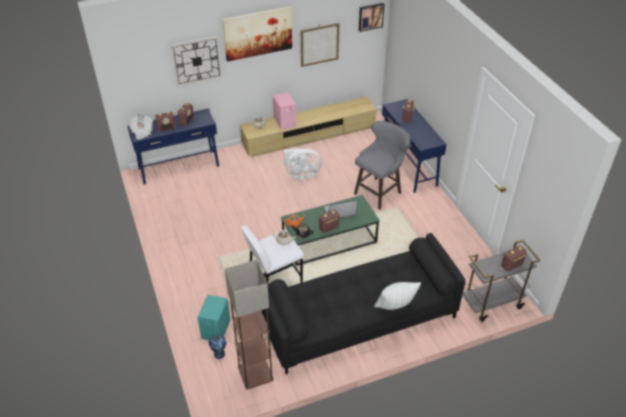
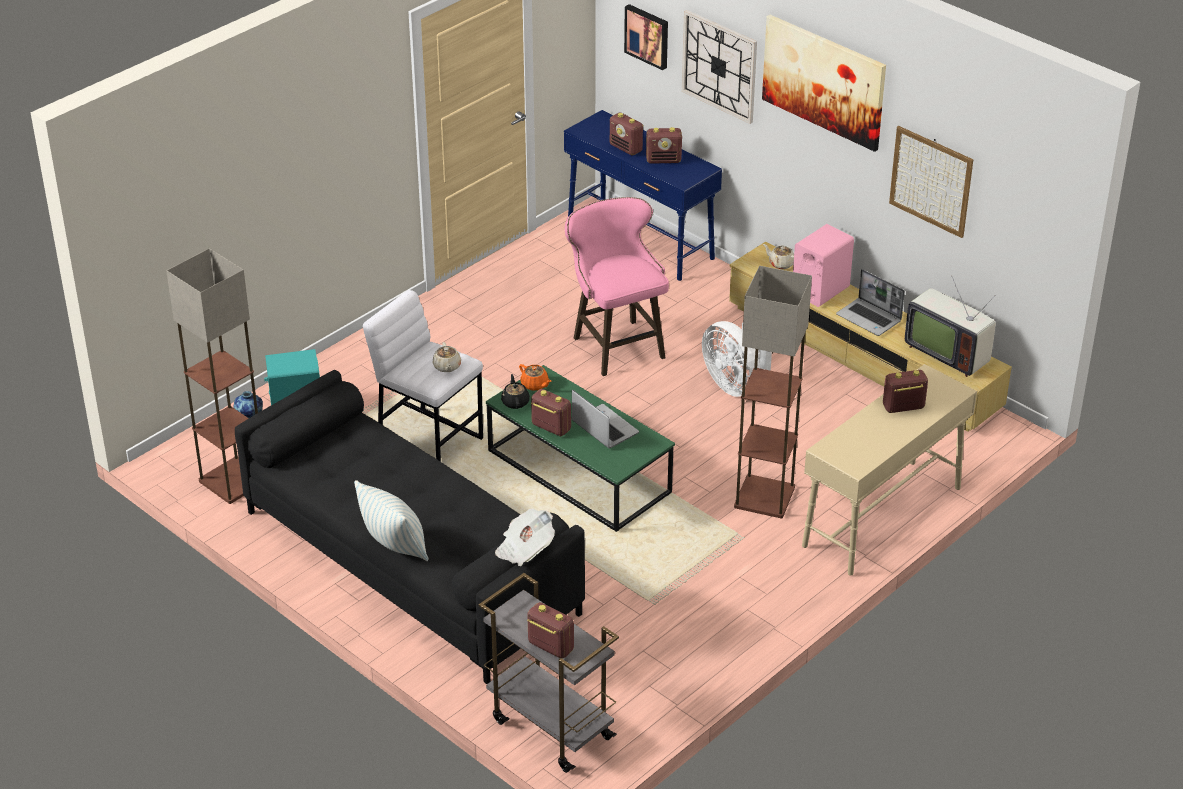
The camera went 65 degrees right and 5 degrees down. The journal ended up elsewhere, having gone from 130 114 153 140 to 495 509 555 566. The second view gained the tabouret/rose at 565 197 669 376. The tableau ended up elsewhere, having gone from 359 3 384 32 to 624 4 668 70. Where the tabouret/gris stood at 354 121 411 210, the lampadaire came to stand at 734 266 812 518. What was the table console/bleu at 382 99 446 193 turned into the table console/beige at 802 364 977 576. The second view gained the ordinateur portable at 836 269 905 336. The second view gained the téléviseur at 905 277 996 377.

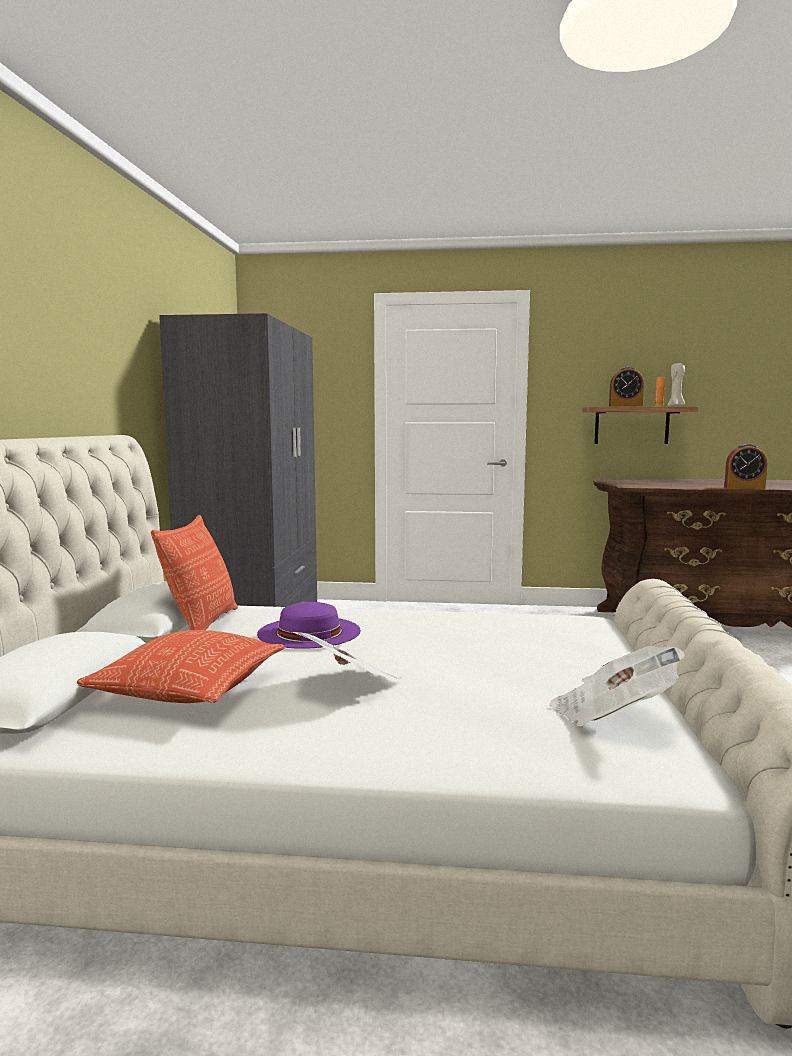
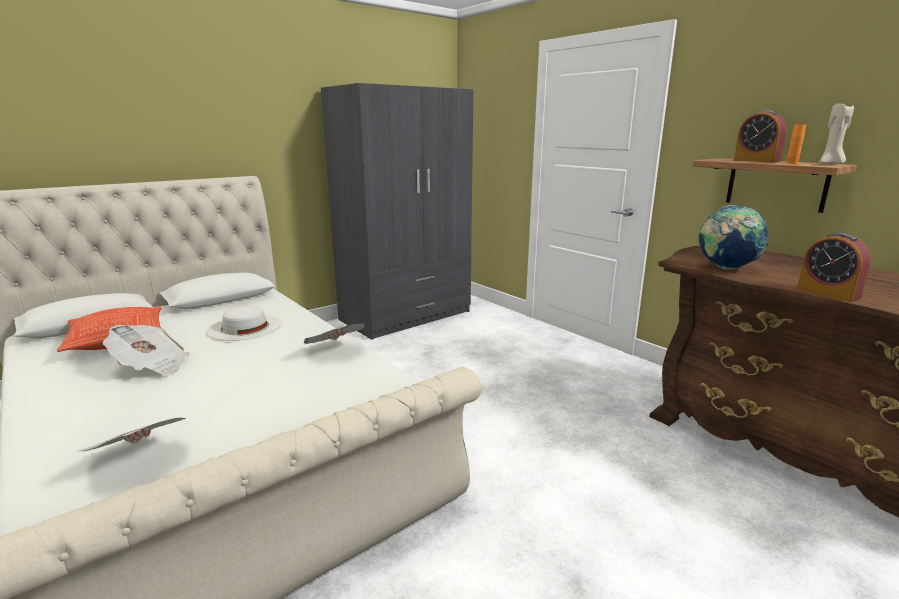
The camera went 45 degrees right and 10 degrees up. What was the chapeau/violet at 257 602 361 649 turned into the chapeau/blanc at 207 306 282 341. The second view gained the journal at 303 323 364 344. The second view gained the globe at 699 205 769 270. The second view lost the coussin/orange at 151 515 238 630.

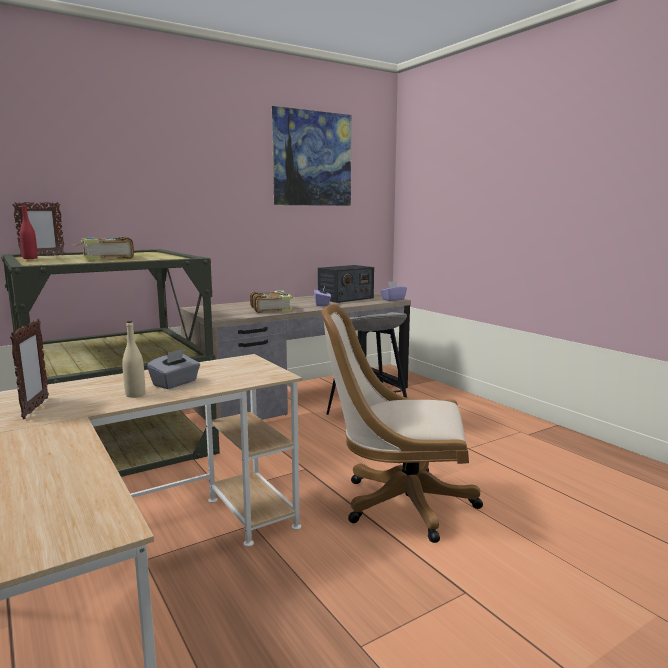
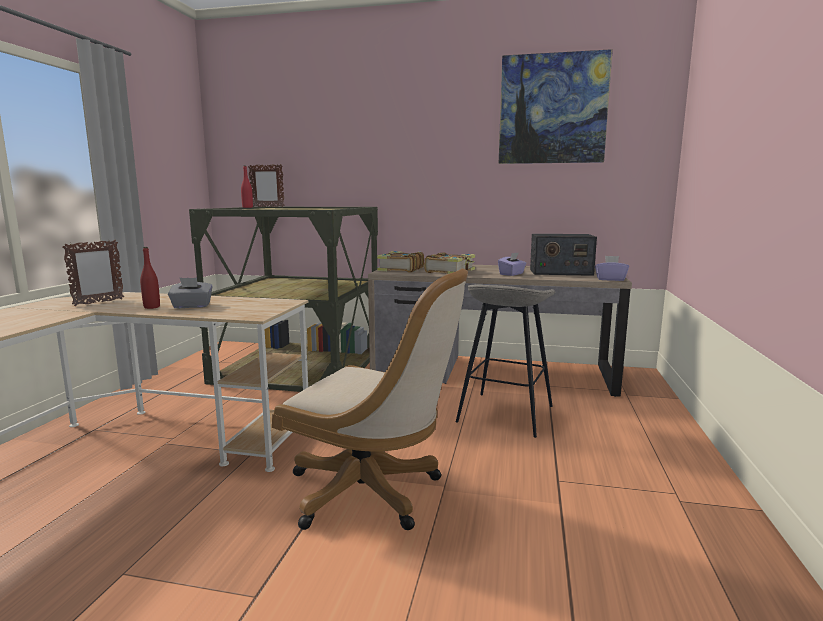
The camera went 45 degrees right and 0 degrees up. What was the bouteille/beige at 122 321 145 398 turned into the bouteille/rouge at 140 247 160 309. The chaise de bureau at 322 304 483 543 ended up facing another way, 150 degrees clockwise from before. The livre ended up elsewhere, having gone from 73 236 134 260 to 377 251 424 273.

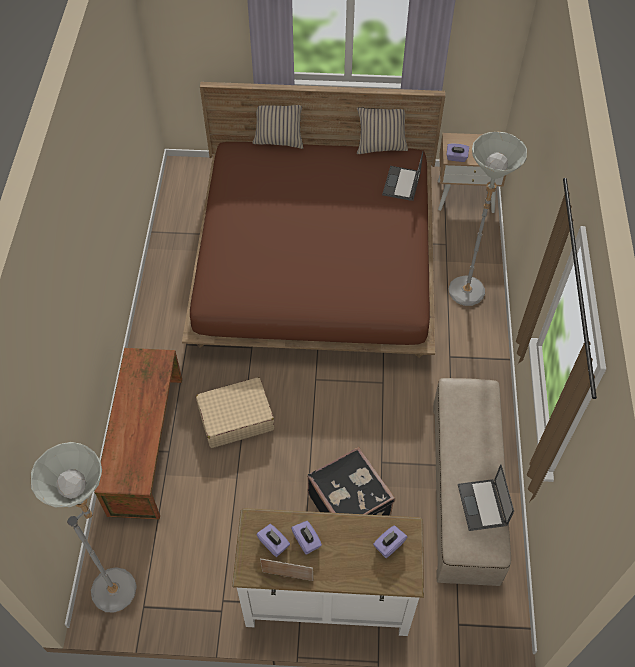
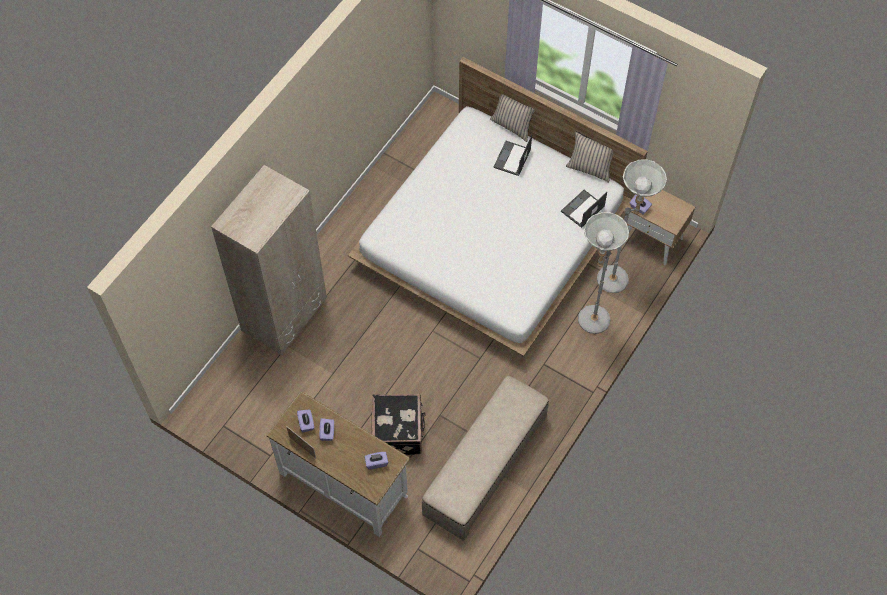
The camera went 30 degrees right and 5 degrees up. Where the banc/marron stood at 94 348 182 520, the armoire/beige came to stand at 211 165 327 356. What was the lit/marron at 182 82 445 358 turned into the lit/blanc at 348 57 648 357. The ordinateur portable ended up elsewhere, having gone from 458 464 514 531 to 493 135 532 176. The lampadaire/gris ended up elsewhere, having gone from 31 442 137 613 to 597 159 667 293. The second view lost the valise/beige at 196 377 274 448.

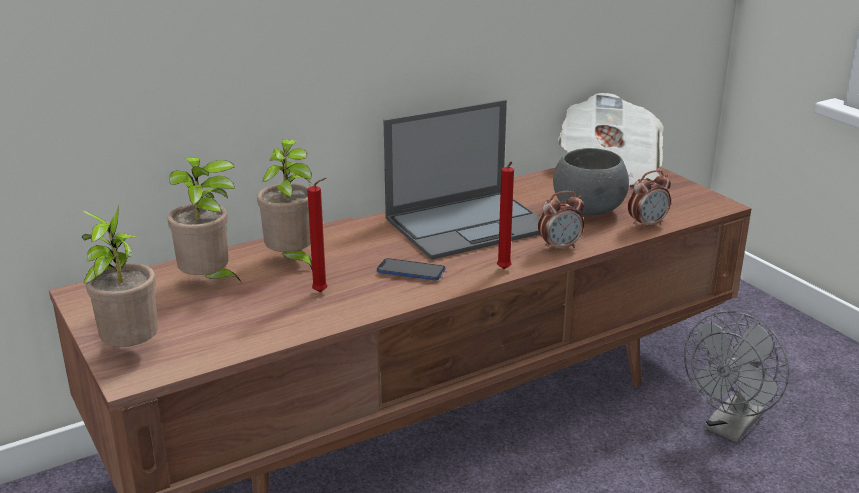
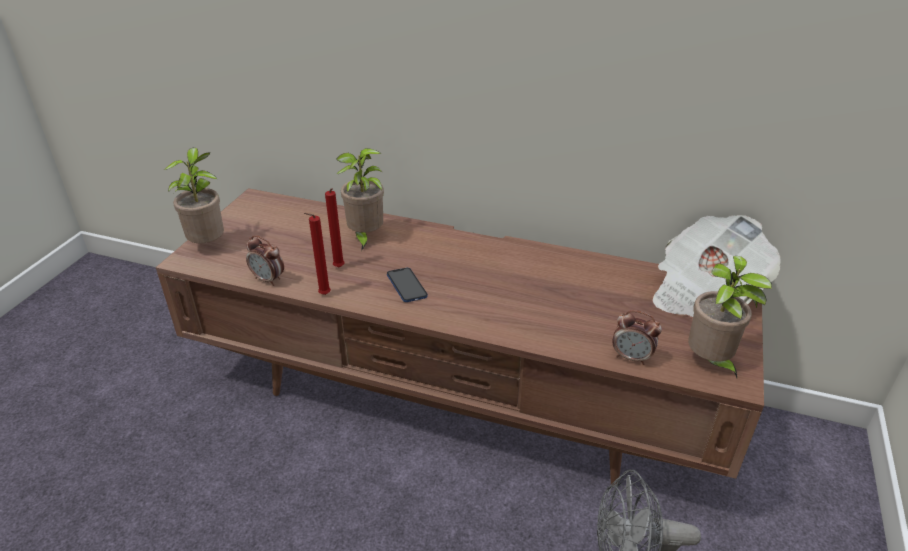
The camera went 50 degrees right and 10 degrees up. The réveil ended up elsewhere, having gone from 538 191 584 252 to 246 235 284 286. The bougie/rouge ended up elsewhere, having gone from 497 162 514 269 to 304 213 331 295. The plante en pot ended up elsewhere, having gone from 167 158 241 281 to 688 256 772 378. The second view lost the ordinateur portable at 384 100 540 260. The second view lost the bol/gris at 553 148 629 215.

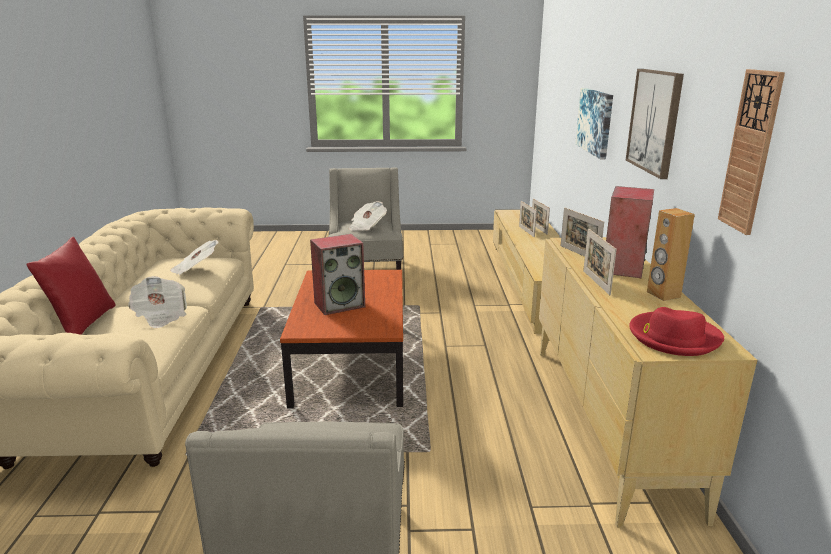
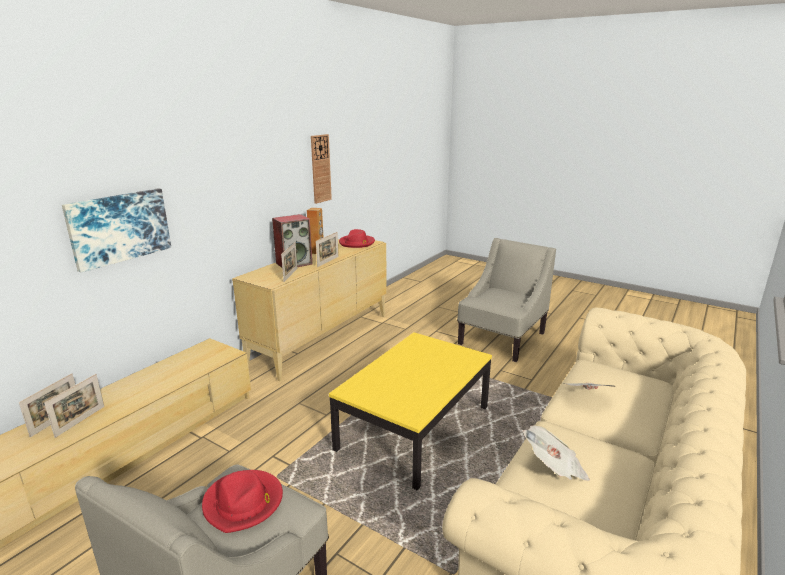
The camera went 145 degrees left and 0 degrees up. Where the journal stood at 348 201 387 231, the chapeau/rouge came to stand at 202 470 283 533. What was the table basse/marron at 280 270 403 409 turned into the table basse/jaune at 329 332 492 490. The second view lost the coussin/rouge at 26 237 115 335. The second view lost the enceinte at 310 234 365 315. The second view lost the tableau at 626 69 684 179.

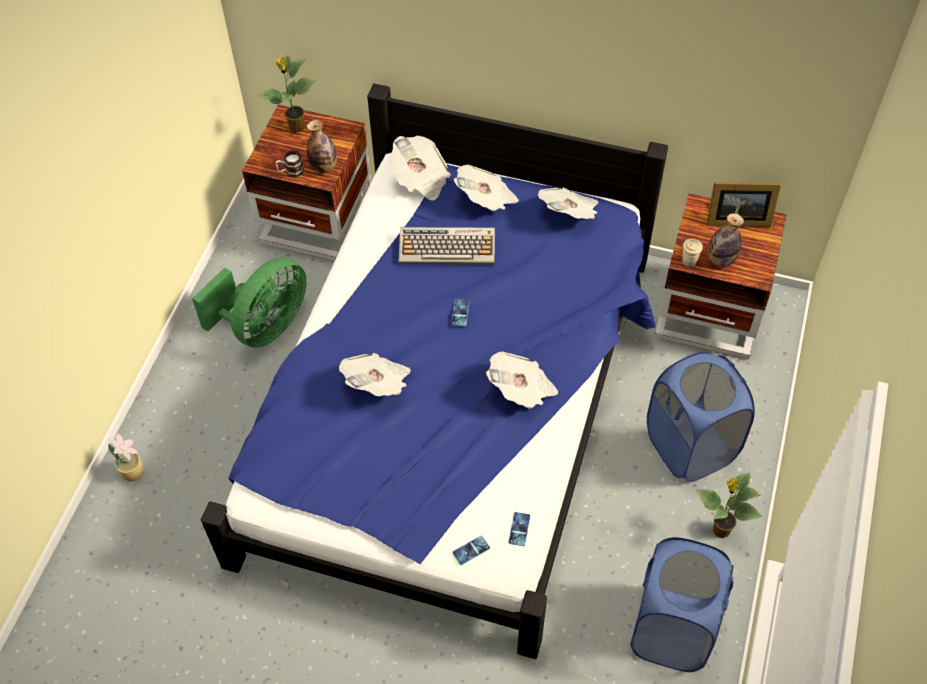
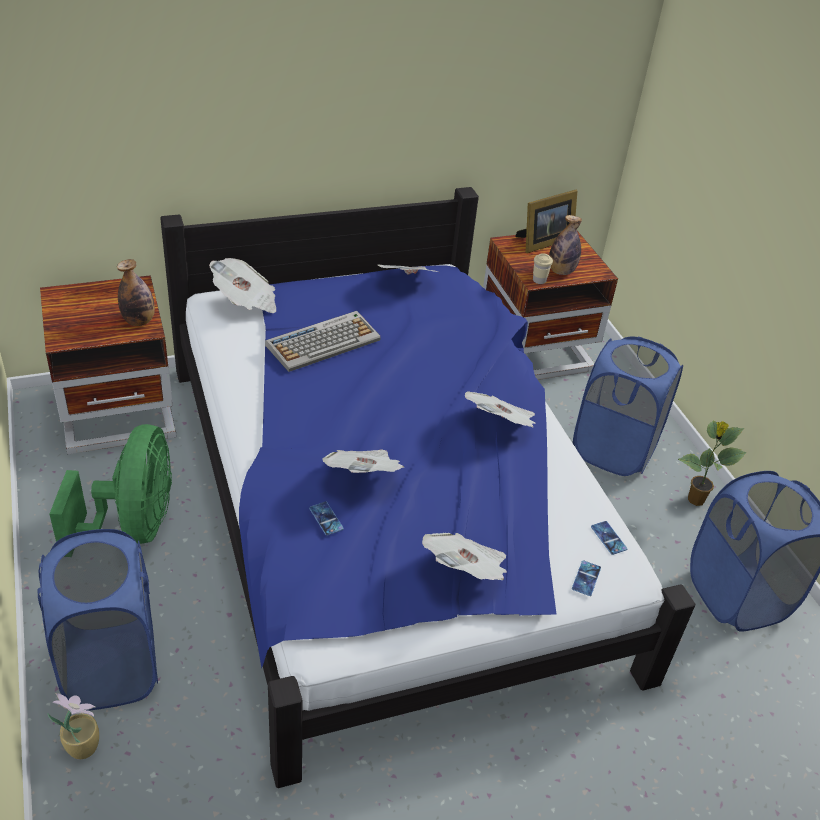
The camera went 40 degrees left and 15 degrees down. The second view gained the panier à linge/bleu at 37 529 158 711. The téléphone ended up elsewhere, having gone from 451 299 469 326 to 309 501 344 535. The journal ended up elsewhere, having gone from 453 165 519 211 to 422 533 507 580. The second view lost the plante en pot at 258 55 318 133. The second view lost the mug at 275 150 304 178.

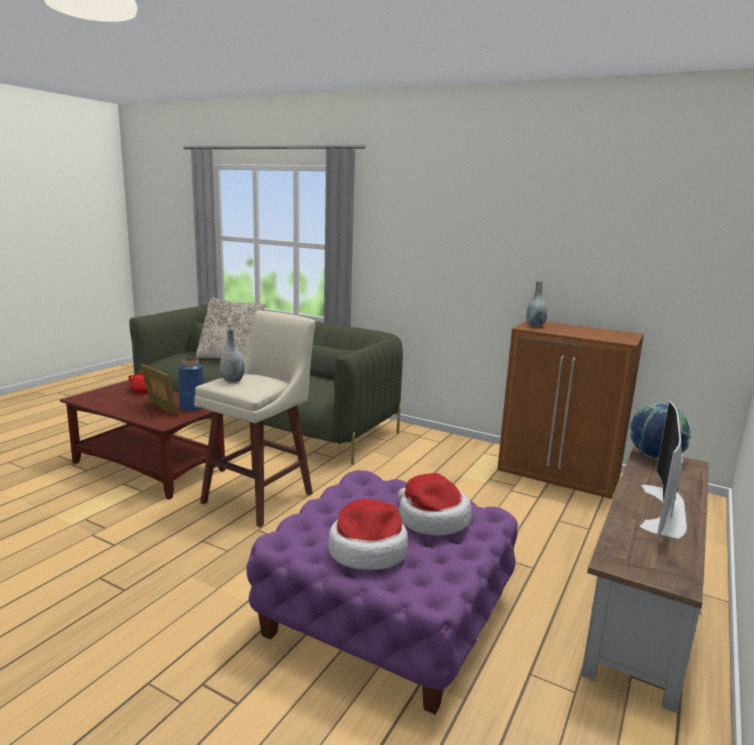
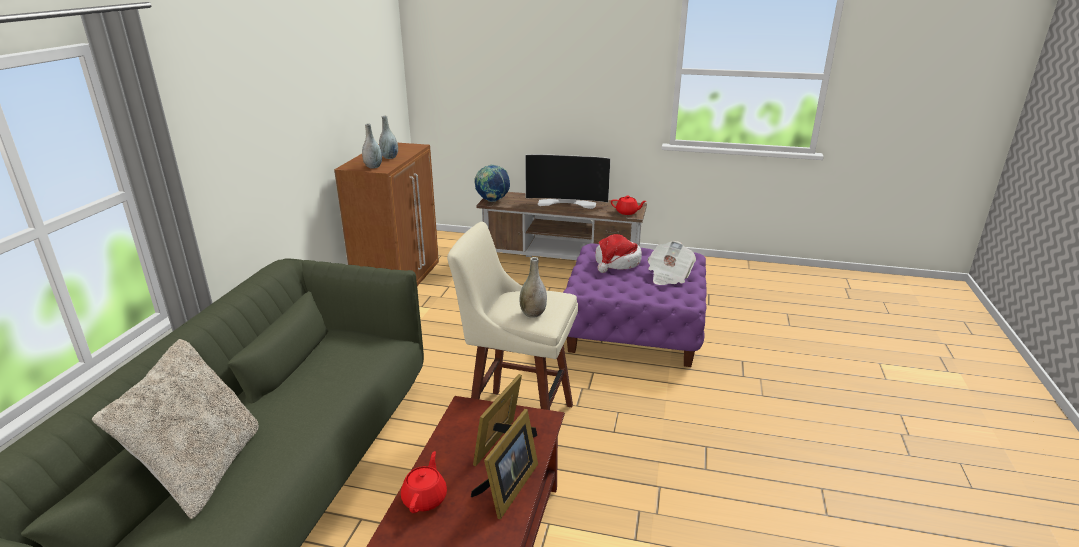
The camera went 105 degrees left and 10 degrees up. The second view gained the vase/gris at 379 116 398 159. The second view gained the cadre photo at 471 409 538 519. The second view gained the théière/rouge at 611 196 646 215. Where the chapeau stood at 328 499 408 570, the journal came to stand at 648 241 696 285. The second view lost the vase/bleu at 178 357 204 411.

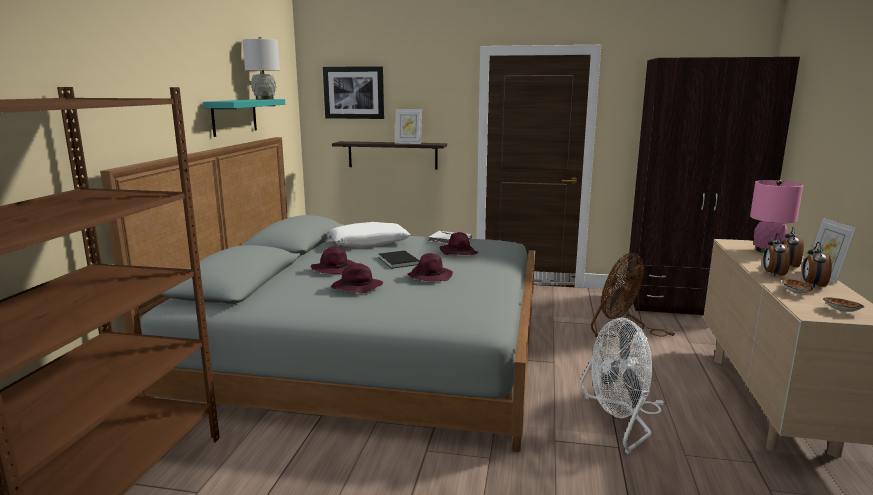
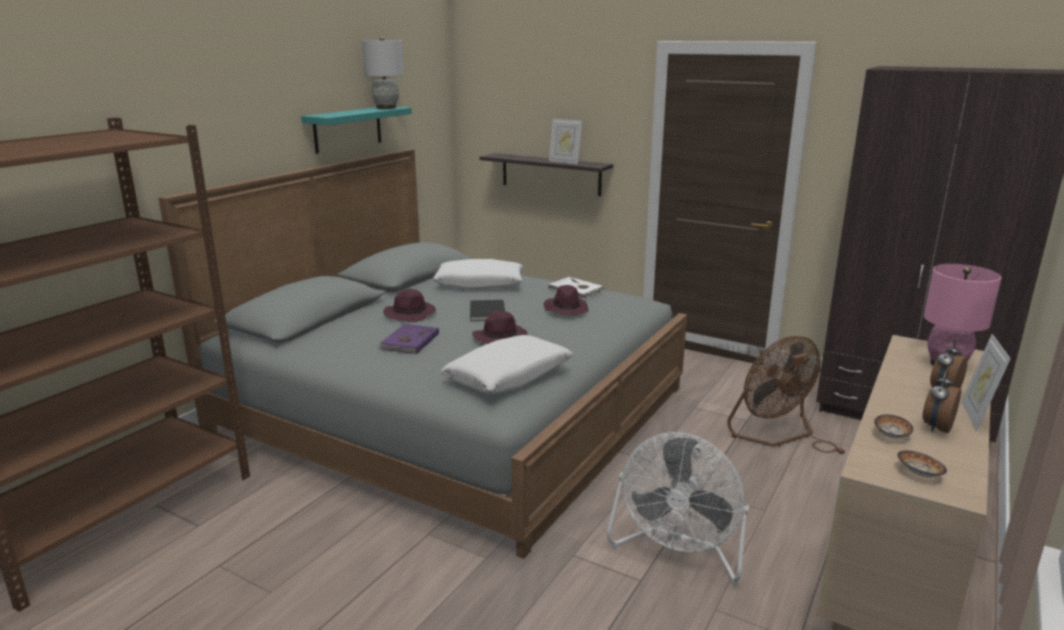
The camera went 20 degrees right and 5 degrees up. Where the chapeau/violet stood at 331 263 383 294, the livre/violet came to stand at 378 324 439 354. The second view gained the coussin/blanc at 441 335 573 394. The ventilateur/blanc at 580 318 665 454 ended up facing another way, 75 degrees counterclockwise from before. The second view lost the tableau at 323 66 384 119. The second view lost the réveil at 763 233 791 277.

